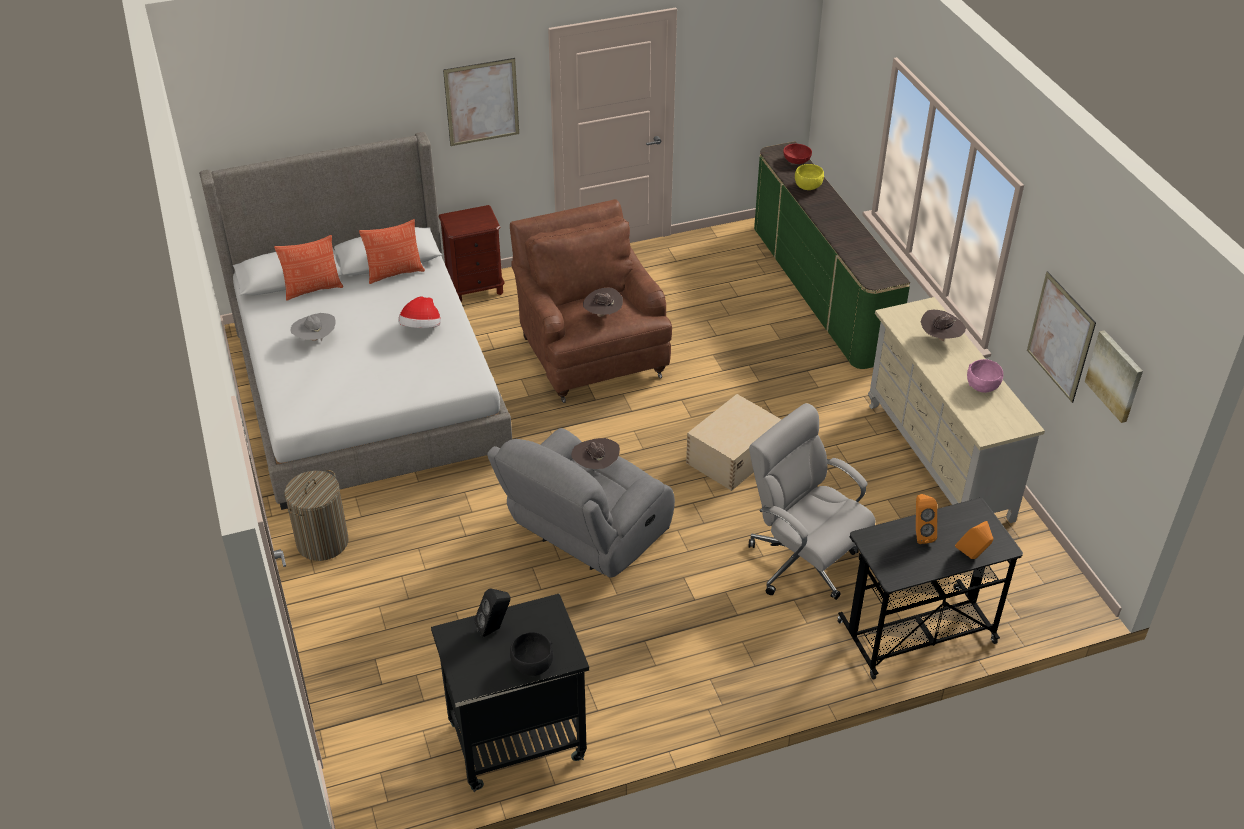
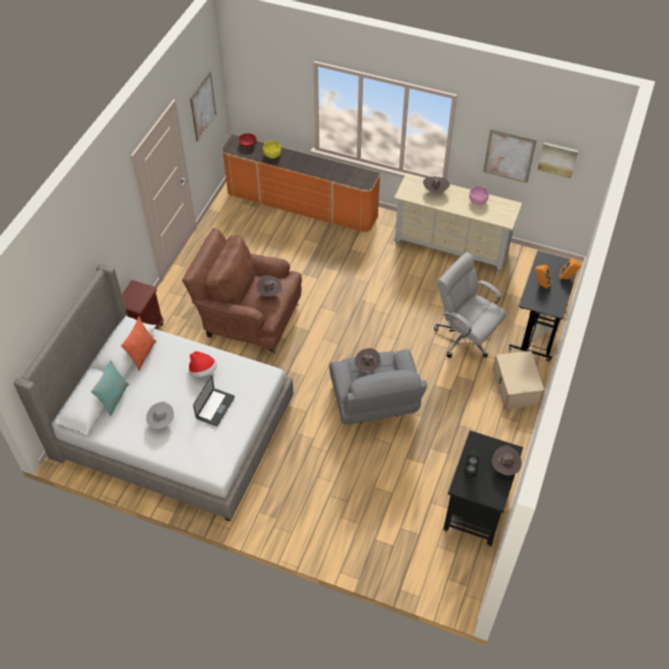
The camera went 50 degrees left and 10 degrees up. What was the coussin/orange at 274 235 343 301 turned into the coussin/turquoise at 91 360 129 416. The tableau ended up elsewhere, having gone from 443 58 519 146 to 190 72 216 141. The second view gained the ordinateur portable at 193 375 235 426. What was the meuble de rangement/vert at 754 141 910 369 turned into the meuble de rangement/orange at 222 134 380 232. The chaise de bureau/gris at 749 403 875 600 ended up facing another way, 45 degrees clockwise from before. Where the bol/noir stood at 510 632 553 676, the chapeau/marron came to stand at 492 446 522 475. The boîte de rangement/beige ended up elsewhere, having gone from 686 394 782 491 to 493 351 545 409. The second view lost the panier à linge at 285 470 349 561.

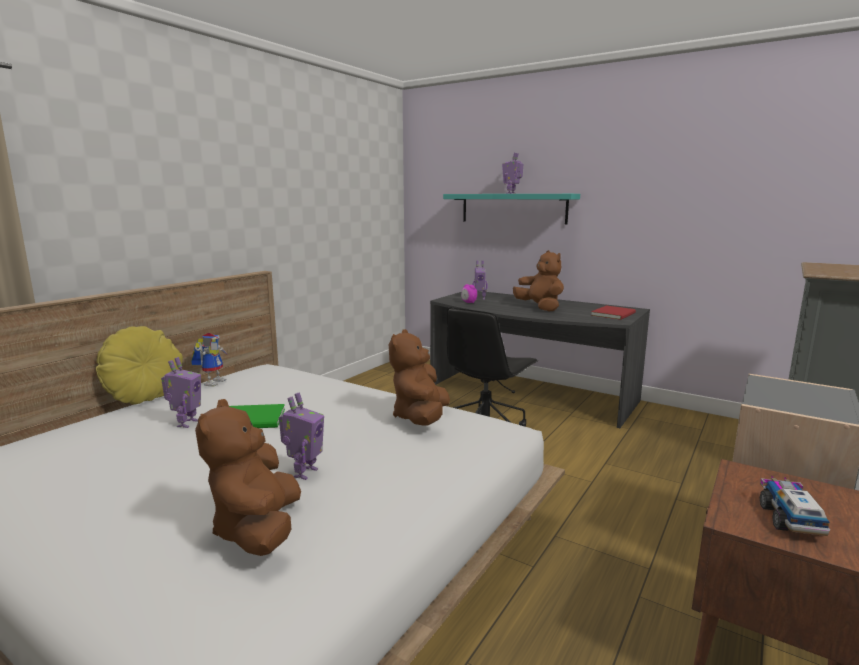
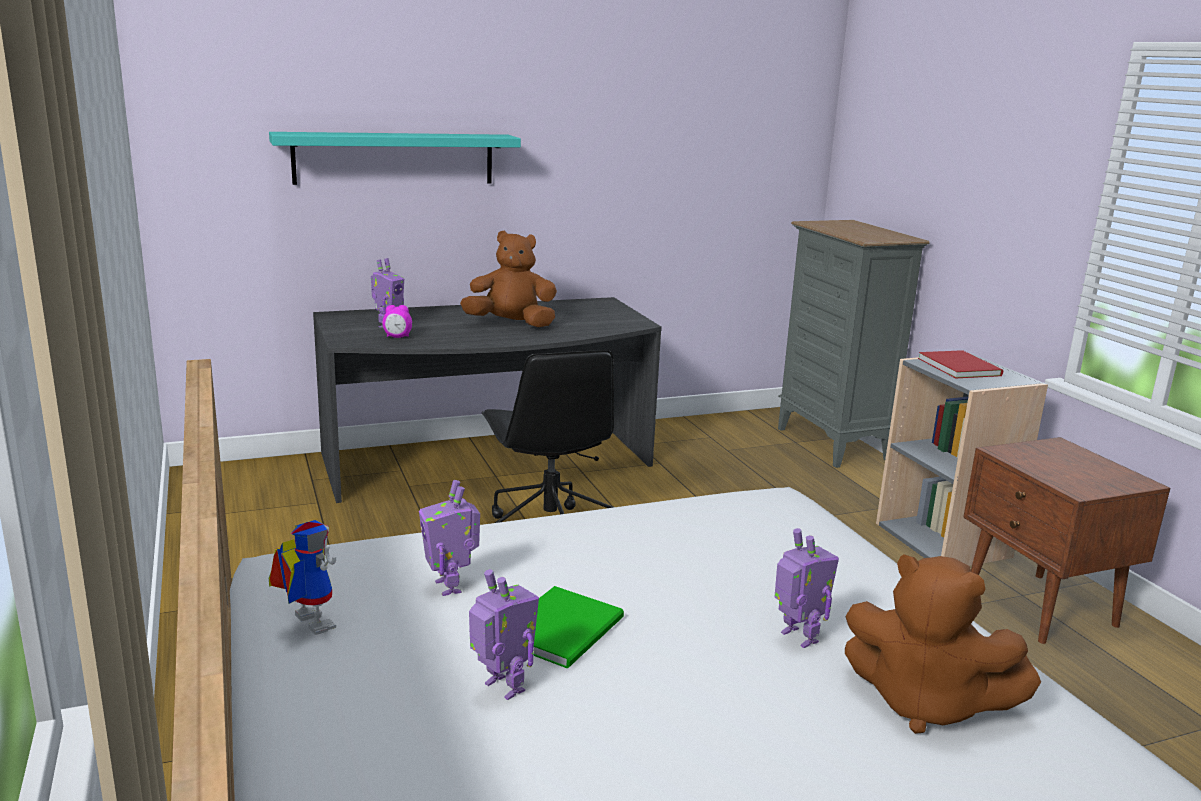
The camera went 55 degrees left and 5 degrees up. The robot jouet ended up elsewhere, having gone from 502 153 523 194 to 419 480 480 596. The livre/rouge ended up elsewhere, having gone from 591 306 636 320 to 918 350 1003 378. The second view lost the coussin/jaune at 96 326 183 405. The second view lost the peluche/marron at 389 329 450 426. The second view lost the camion jouet at 760 476 830 536.

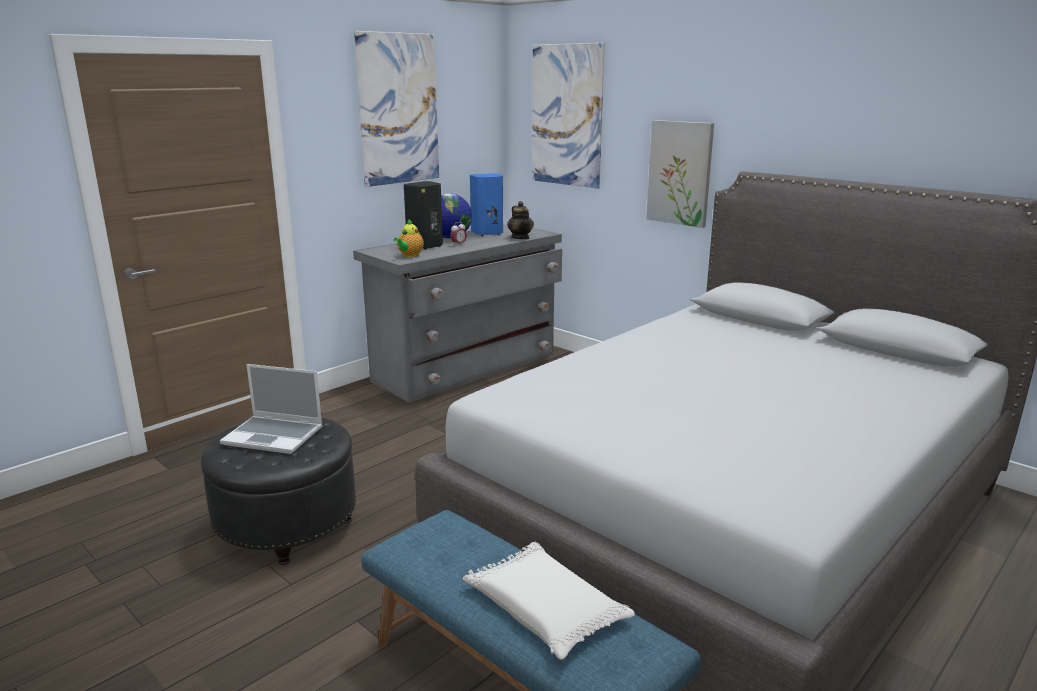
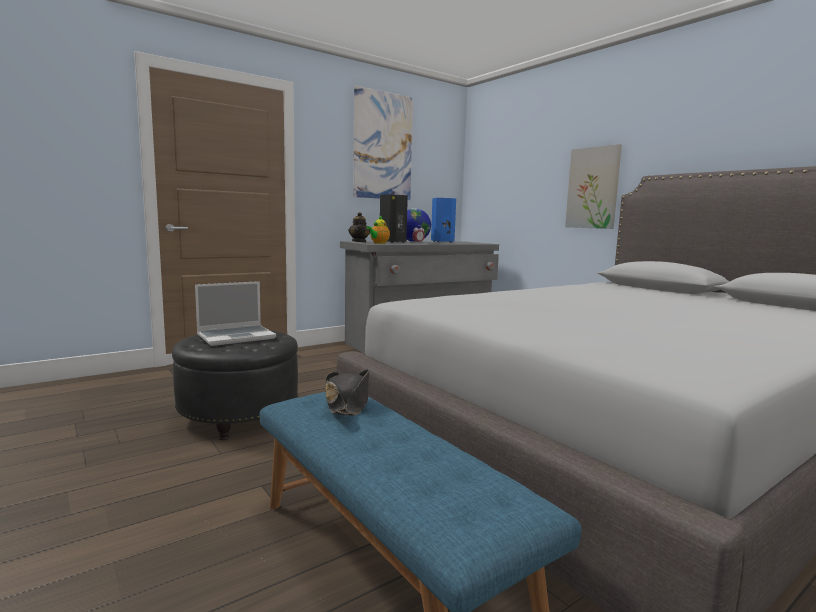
The camera went 10 degrees right and 10 degrees down. The ordinateur portable at 220 364 323 454 ended up facing another way, 60 degrees counterclockwise from before. The second view gained the chapeau/noir at 325 369 369 416. The théière ended up elsewhere, having gone from 507 201 534 239 to 348 212 370 242. The second view lost the coussin/blanc at 463 542 635 660. The second view lost the tableau at 532 43 605 189.

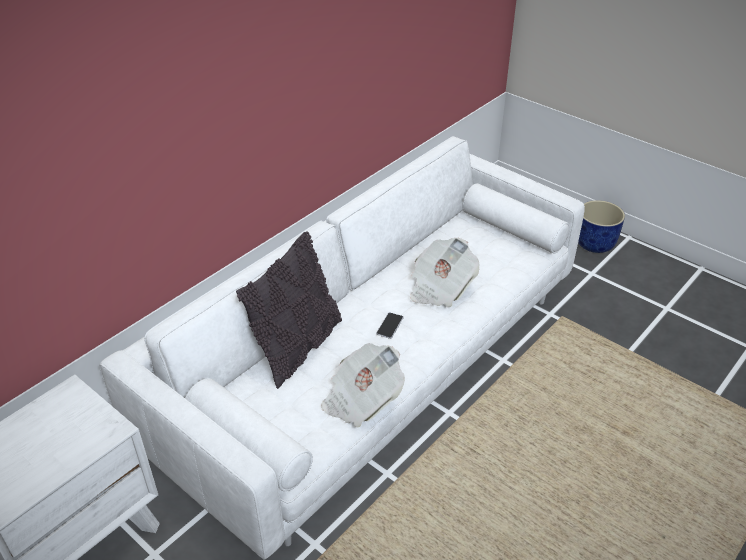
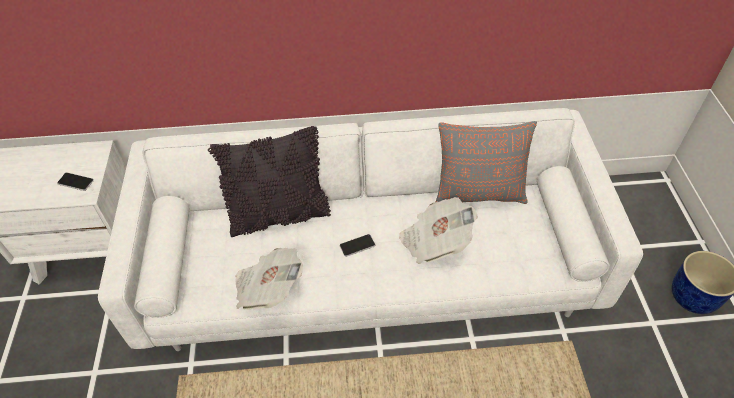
The camera went 45 degrees right and 10 degrees up. The second view gained the téléphone at 57 173 94 191. The second view gained the coussin/gris at 435 121 537 204.

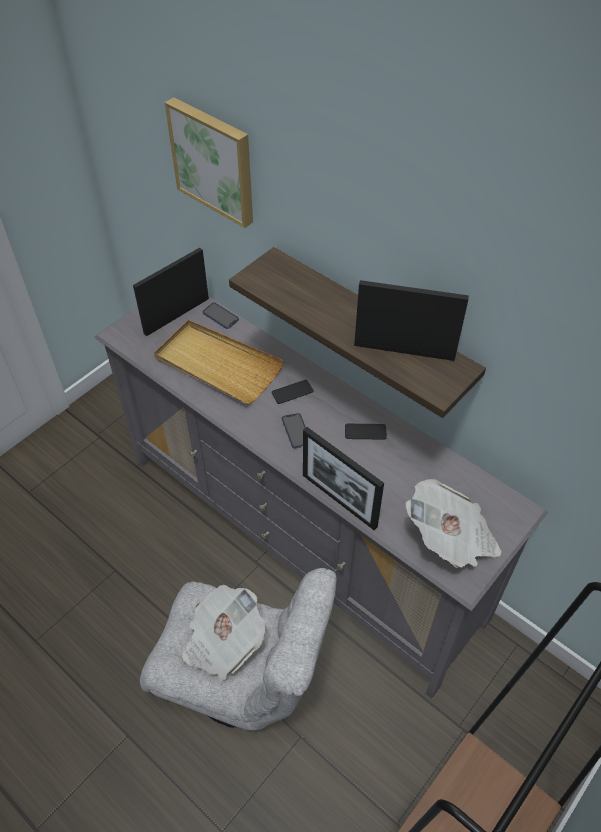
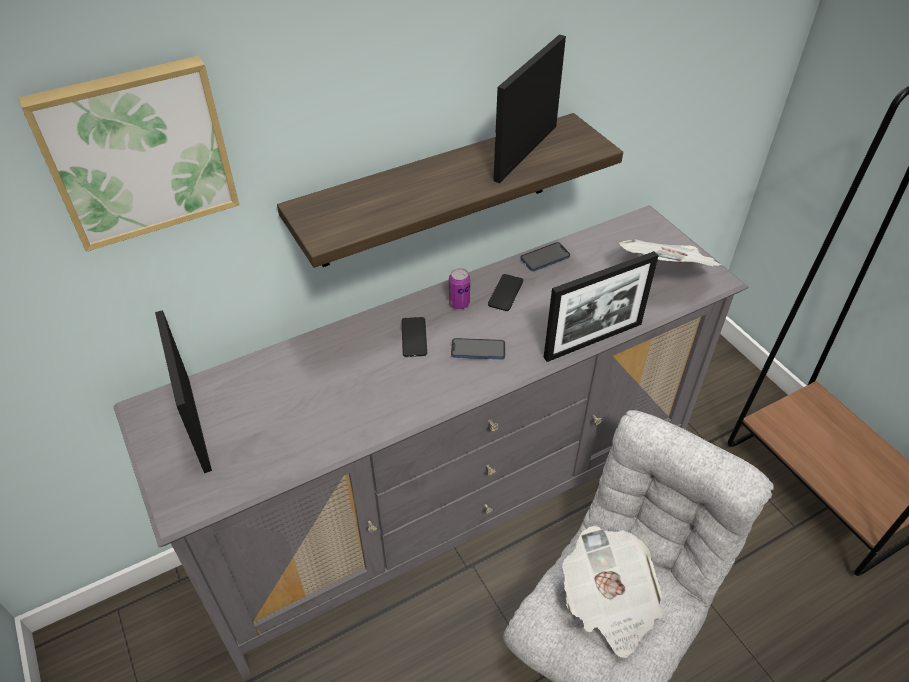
The camera went 70 degrees left and 5 degrees down. The second view gained the boîte métallique at 449 268 470 309. The téléphone ended up elsewhere, having gone from 202 302 239 329 to 520 242 570 271. The second view lost the plateau/beige at 154 320 284 405.

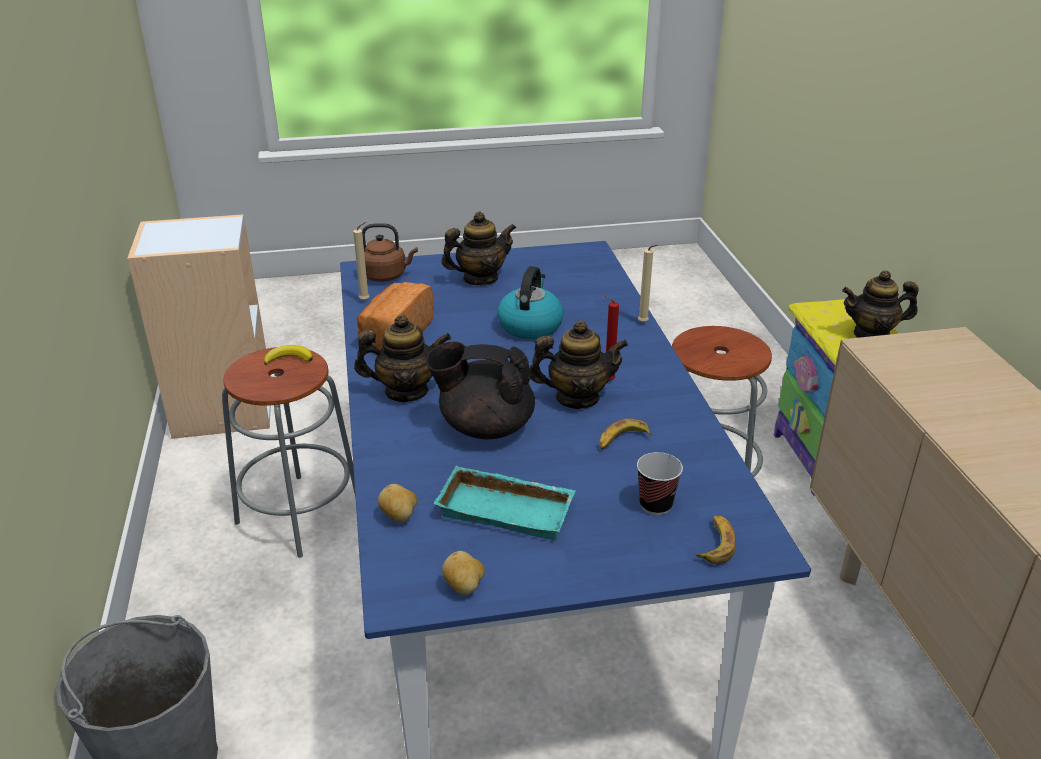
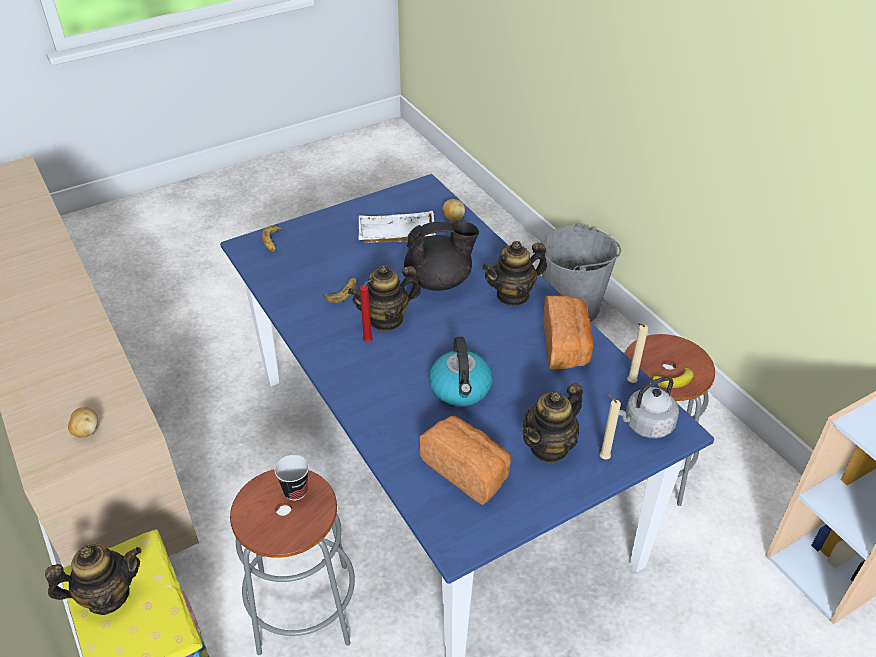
The camera went 160 degrees right and 10 degrees up. The pomme de terre ended up elsewhere, having gone from 442 551 485 595 to 68 407 98 438. The tasse ended up elsewhere, having gone from 637 452 683 515 to 274 455 309 500. What was the plateau/turquoise at 434 466 576 540 turned into the plateau/blanc at 359 211 435 243. The second view gained the pain at 419 416 511 505. The bougie/beige ended up elsewhere, having gone from 638 245 657 322 to 600 393 621 459. What was the bouilloire/marron at 362 223 418 282 turned into the bouilloire/gris at 619 376 679 438.

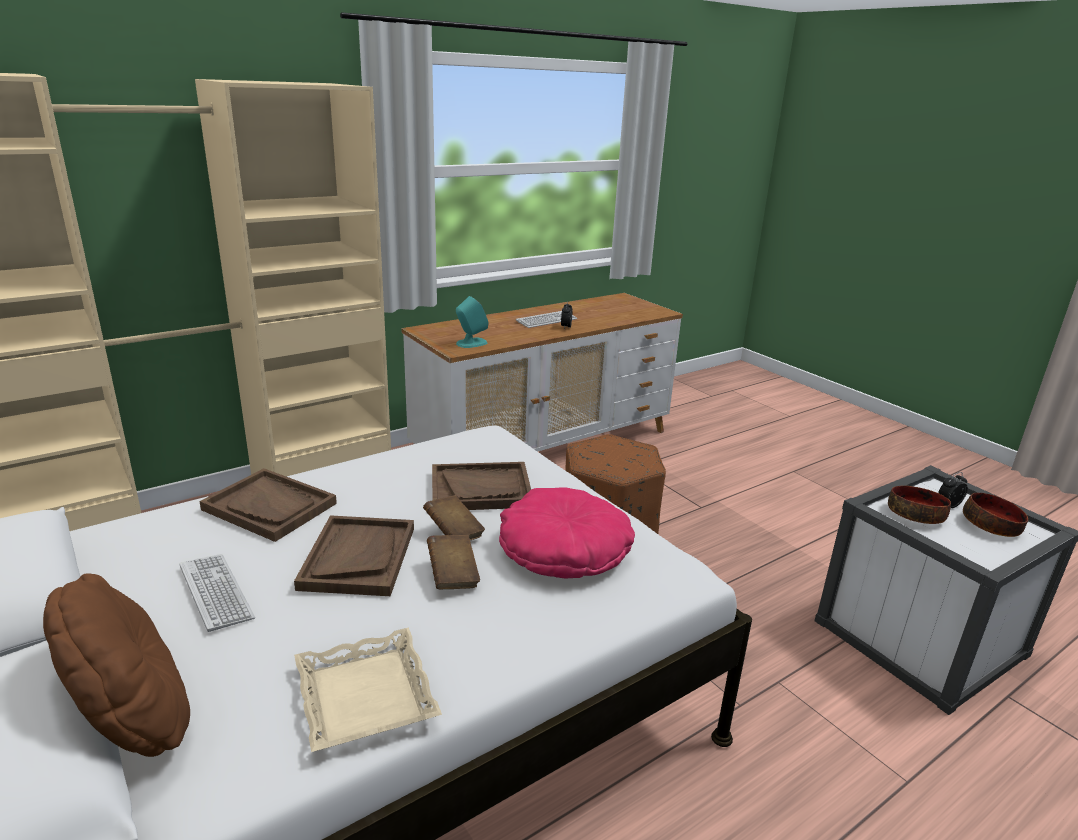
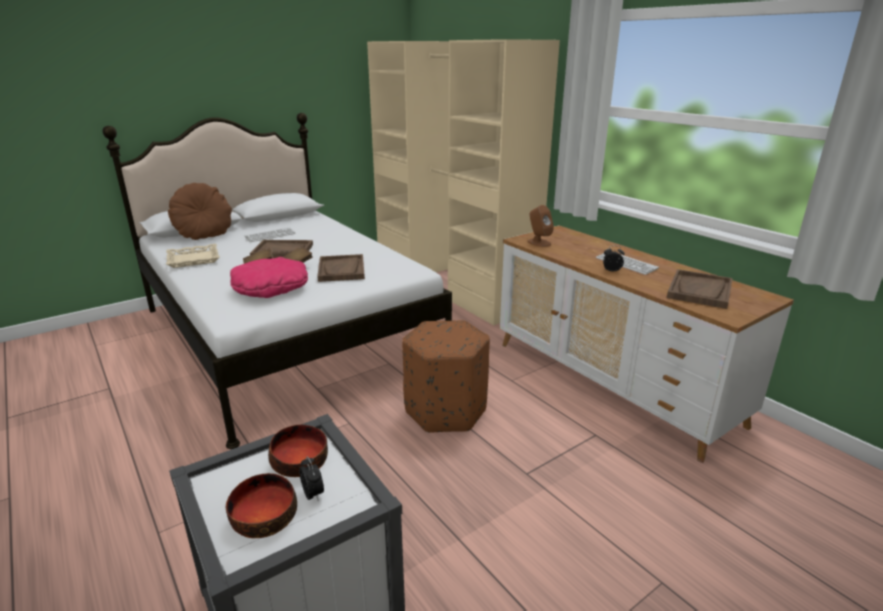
The camera went 90 degrees right and 0 degrees up. What was the enceinte/turquoise at 456 296 488 348 turned into the enceinte/marron at 527 205 554 247. The plateau/marron ended up elsewhere, having gone from 199 468 337 542 to 667 269 733 309.

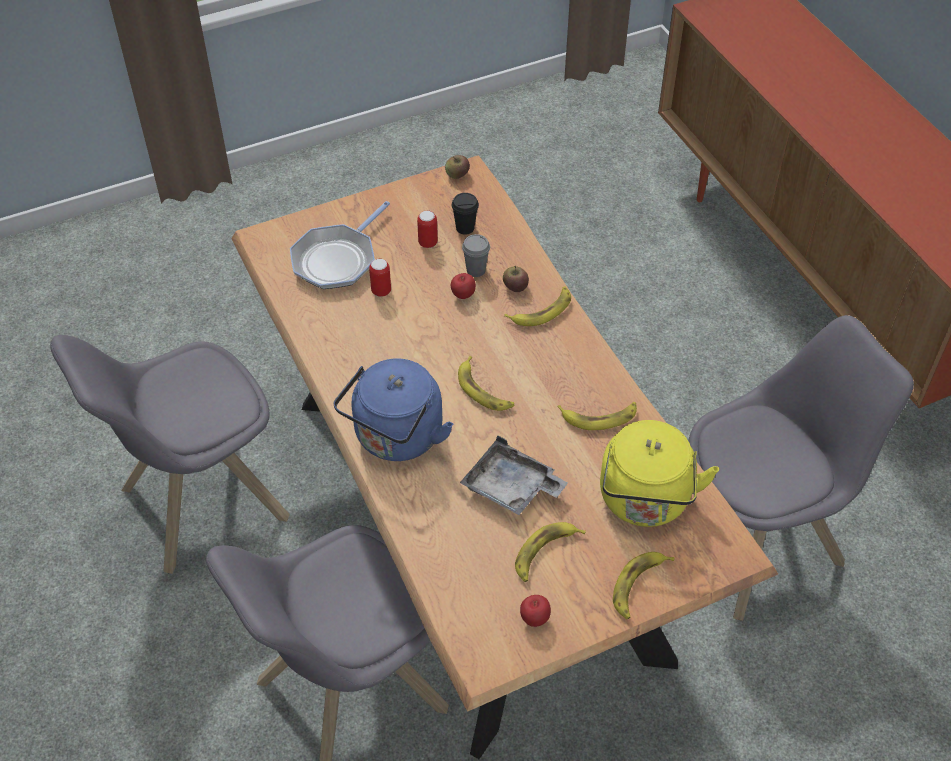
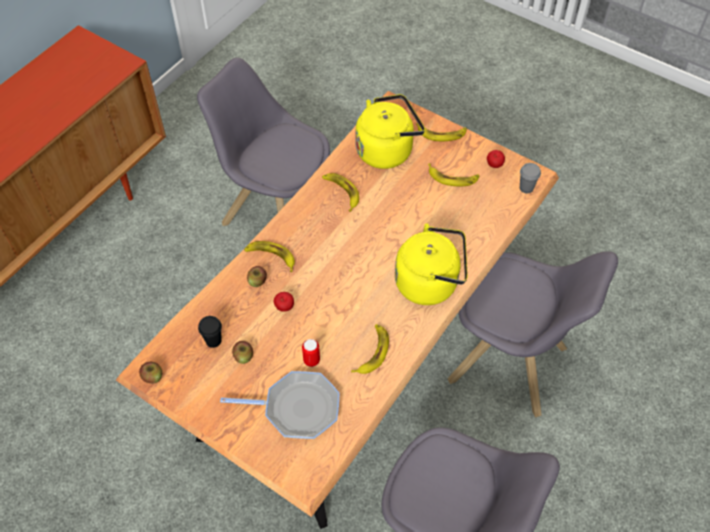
The camera went 120 degrees left and 5 degrees up. Where the boîte métallique stood at 417 211 438 248, the pomme came to stand at 232 341 253 364. The banane ended up elsewhere, having gone from 458 356 515 411 to 351 324 389 374. What was the bouilloire/bleu at 334 358 453 461 turned into the bouilloire/jaune at 395 223 468 305. The tasse/gris ended up elsewhere, having gone from 462 234 490 277 to 520 163 541 194. The second view lost the plateau/gris at 460 436 568 515.

